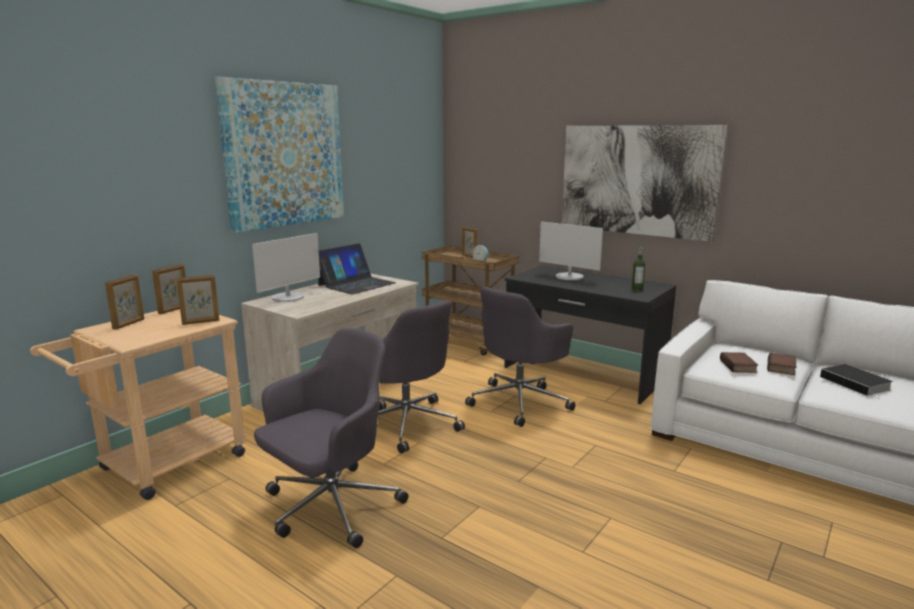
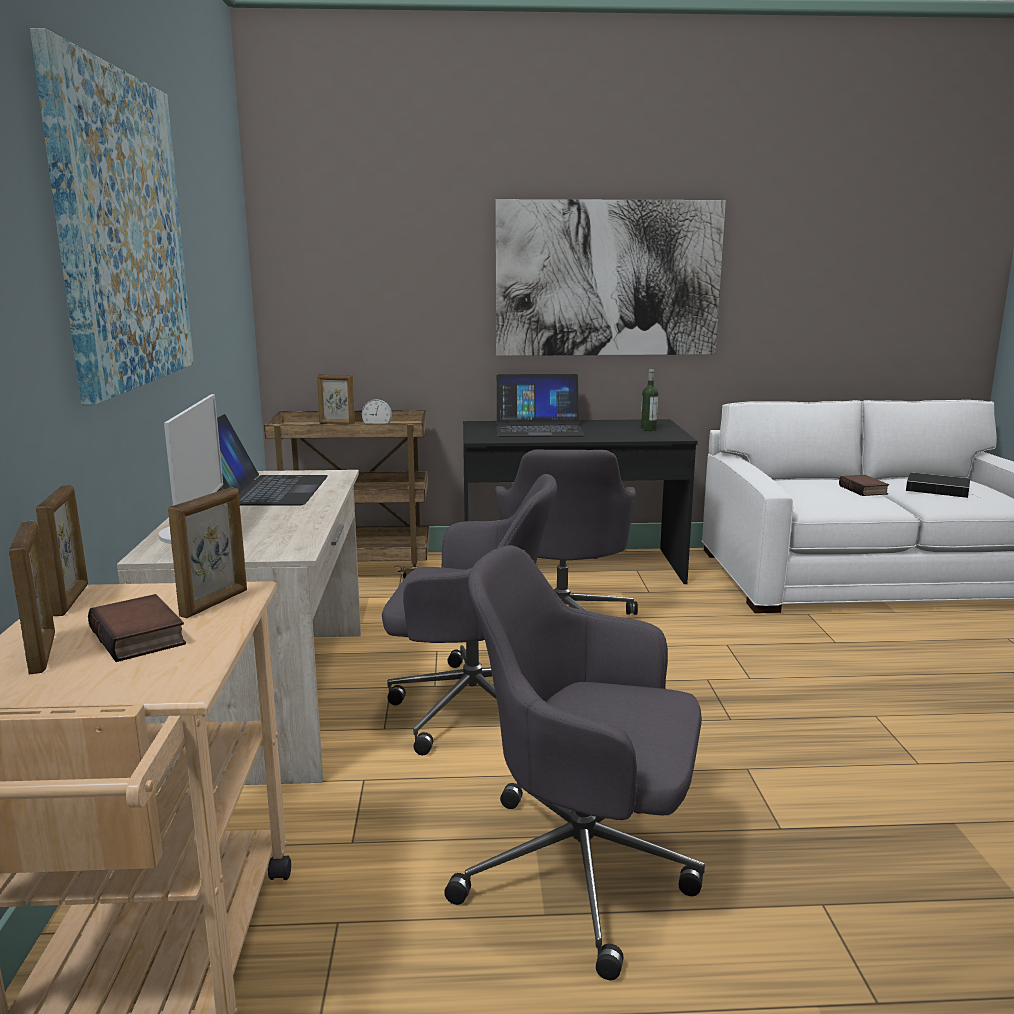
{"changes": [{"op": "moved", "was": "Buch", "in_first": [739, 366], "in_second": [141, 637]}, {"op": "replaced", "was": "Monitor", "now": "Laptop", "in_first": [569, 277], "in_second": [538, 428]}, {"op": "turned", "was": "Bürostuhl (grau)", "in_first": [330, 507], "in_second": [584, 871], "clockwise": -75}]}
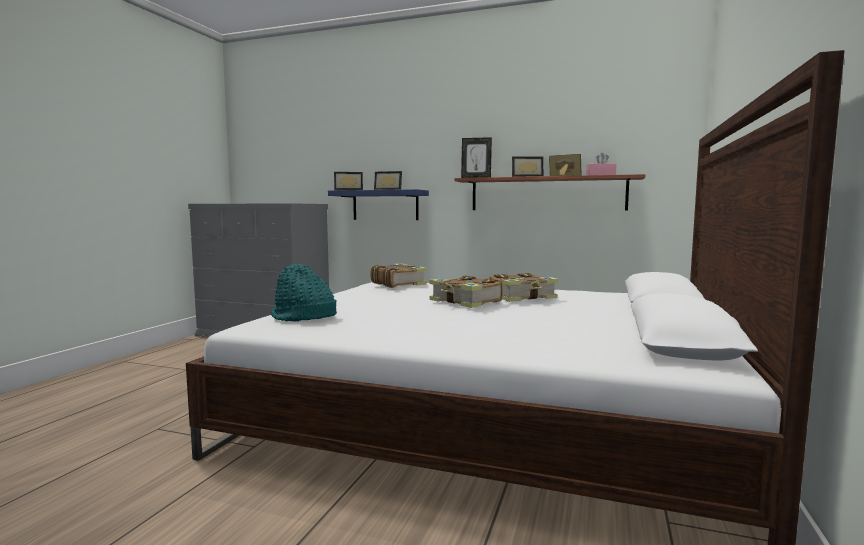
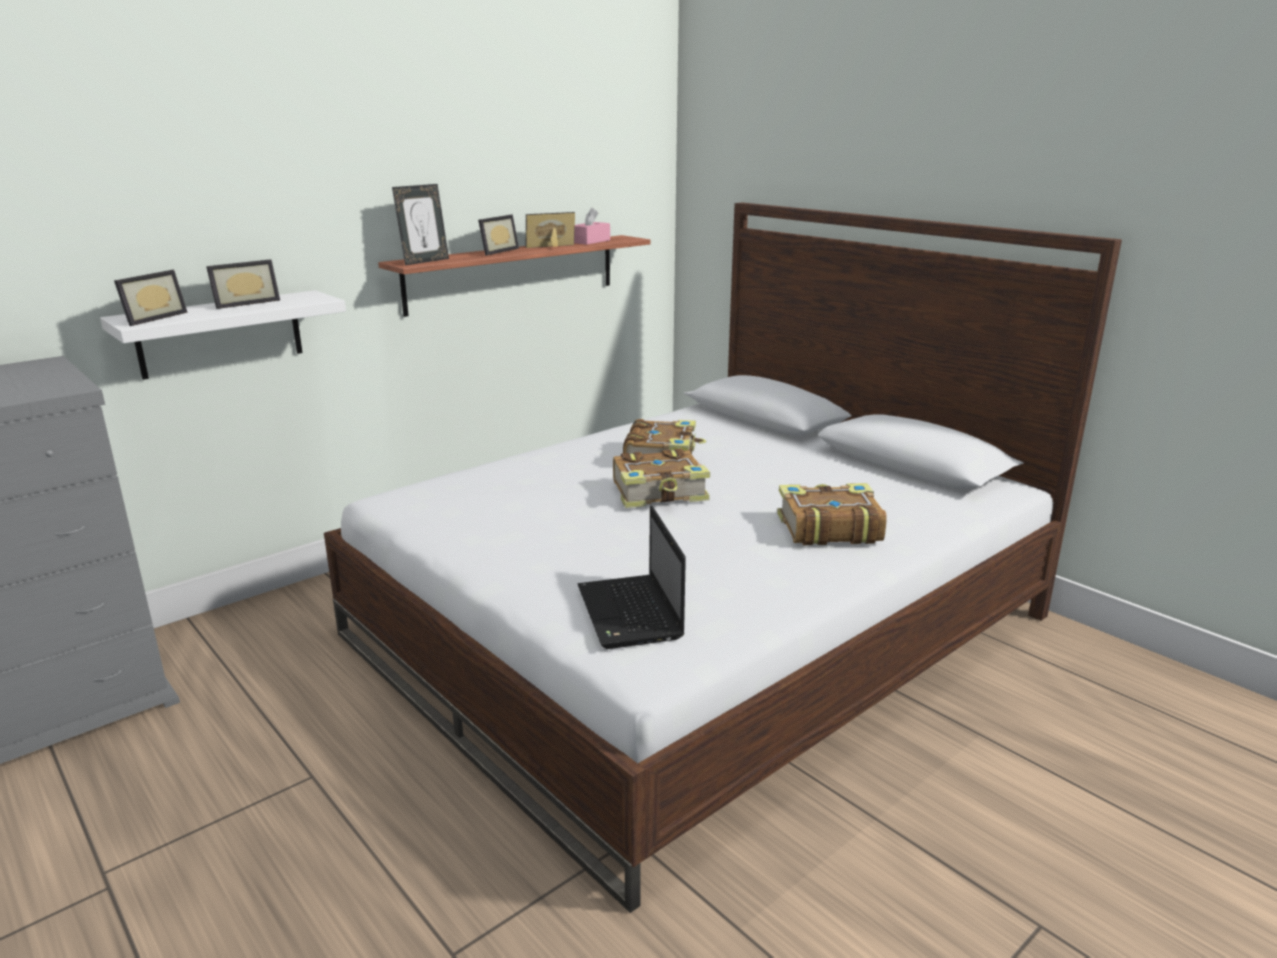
{"changes": [{"op": "moved", "was": "Buch", "in_first": [398, 283], "in_second": [827, 528]}, {"op": "replaced", "was": "Hut (türkis)", "now": "Laptop", "in_first": [303, 317], "in_second": [631, 614]}, {"op": "recoloured", "was": "Wandregal (blau)", "now": "Wandregal (weiß)", "in_first": [385, 205], "in_second": [220, 334]}]}
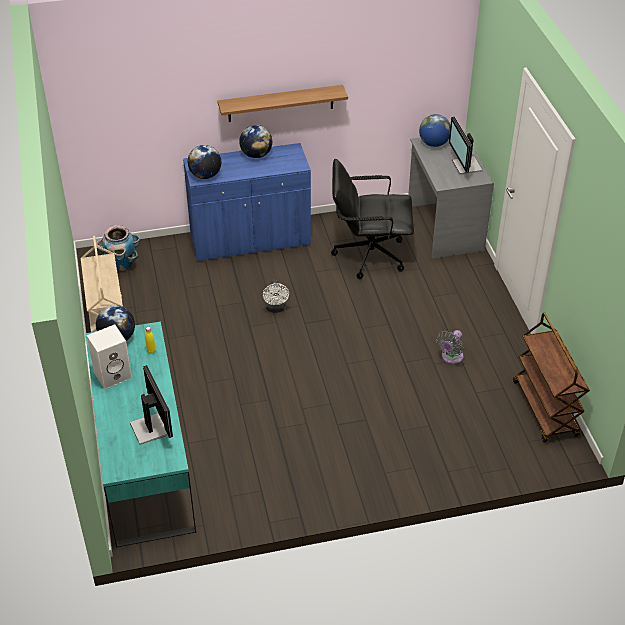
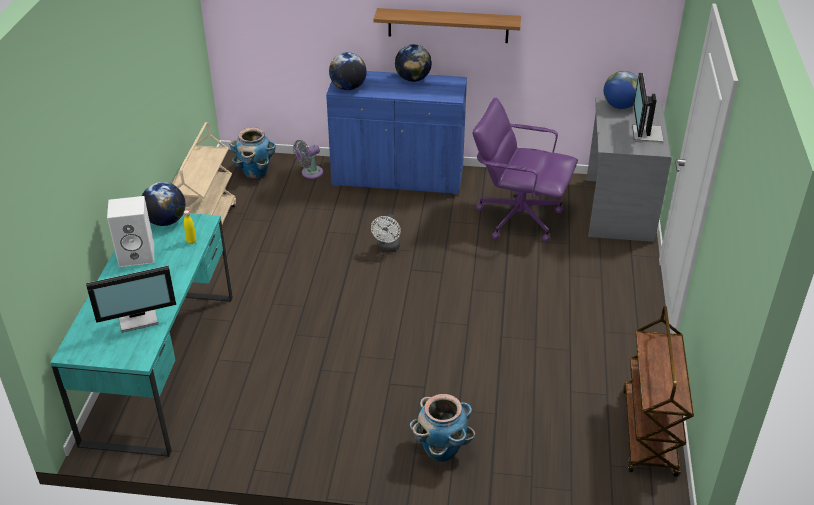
{"changes": [{"op": "added", "now": "Pflanzkübel", "in_second": [441, 450]}, {"op": "moved", "was": "Ventilator (grau)", "in_first": [451, 357], "in_second": [310, 173]}, {"op": "recoloured", "was": "Bürostuhl (schwarz)", "now": "Bürostuhl (lila)", "in_first": [369, 254], "in_second": [518, 217]}, {"op": "turned", "was": "Monitor", "in_first": [150, 428], "in_second": [138, 318], "clockwise": 75}]}
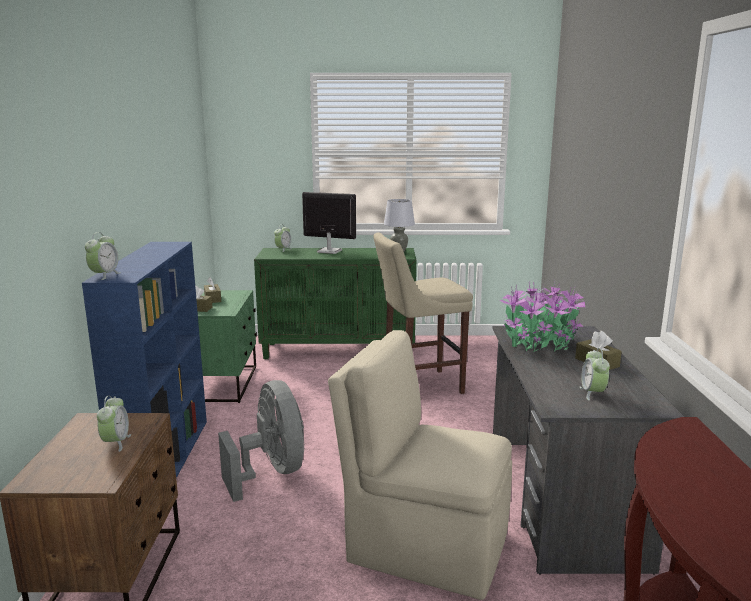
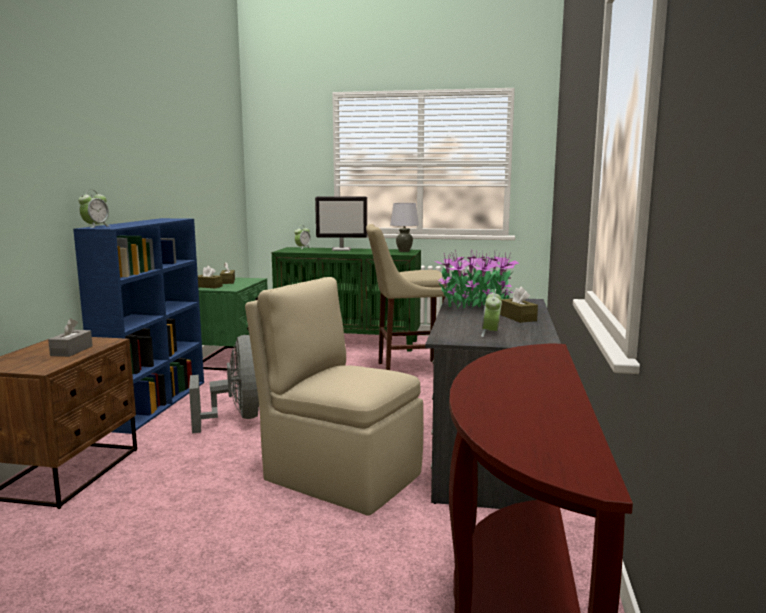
{"changes": [{"op": "replaced", "was": "Wecker", "now": "Taschentuchbox (grau)", "in_first": [116, 443], "in_second": [71, 351]}, {"op": "turned", "was": "Monitor", "in_first": [329, 251], "in_second": [341, 249], "clockwise": 150}]}
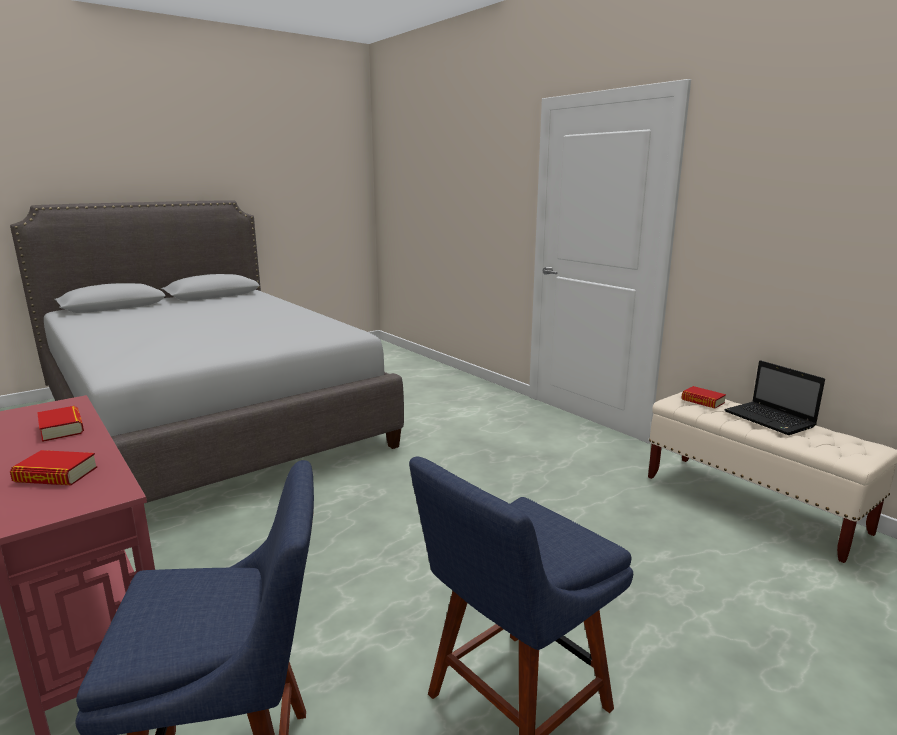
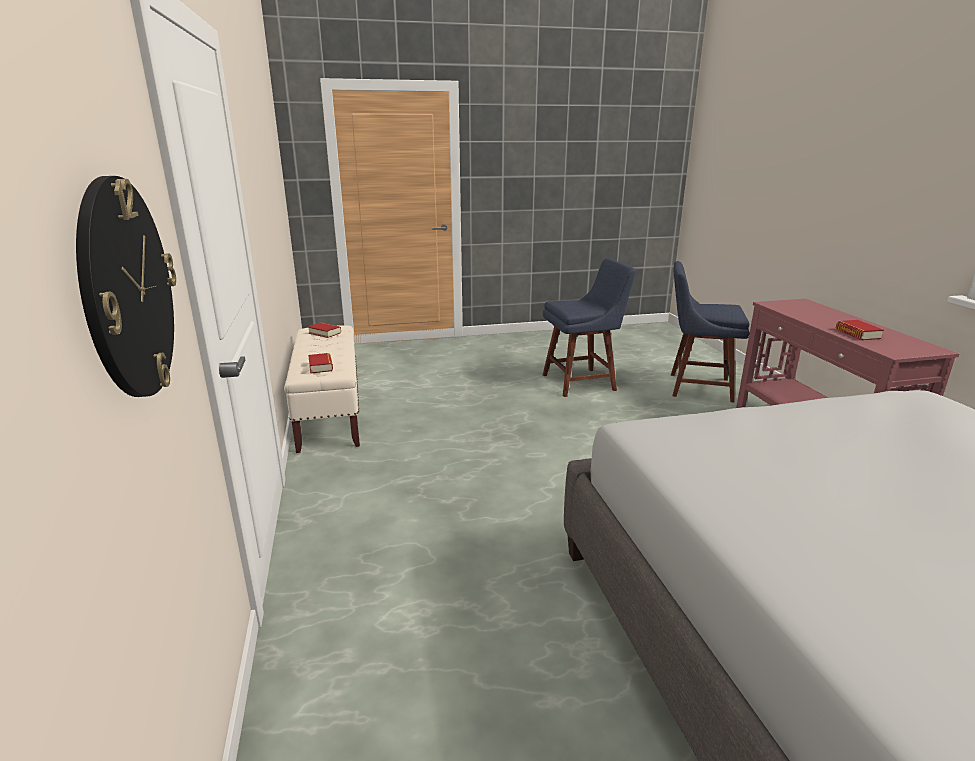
{"changes": [{"op": "removed", "was": "Laptop", "in_first": [771, 420]}, {"op": "added", "now": "Wanduhr", "in_second": [128, 289]}, {"op": "moved", "was": "Buch", "in_first": [56, 475], "in_second": [325, 333]}]}
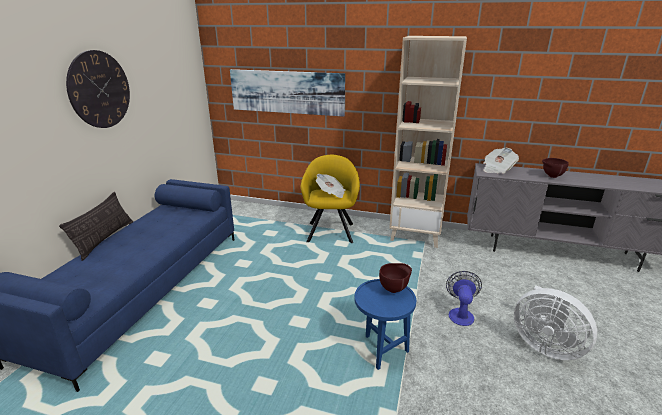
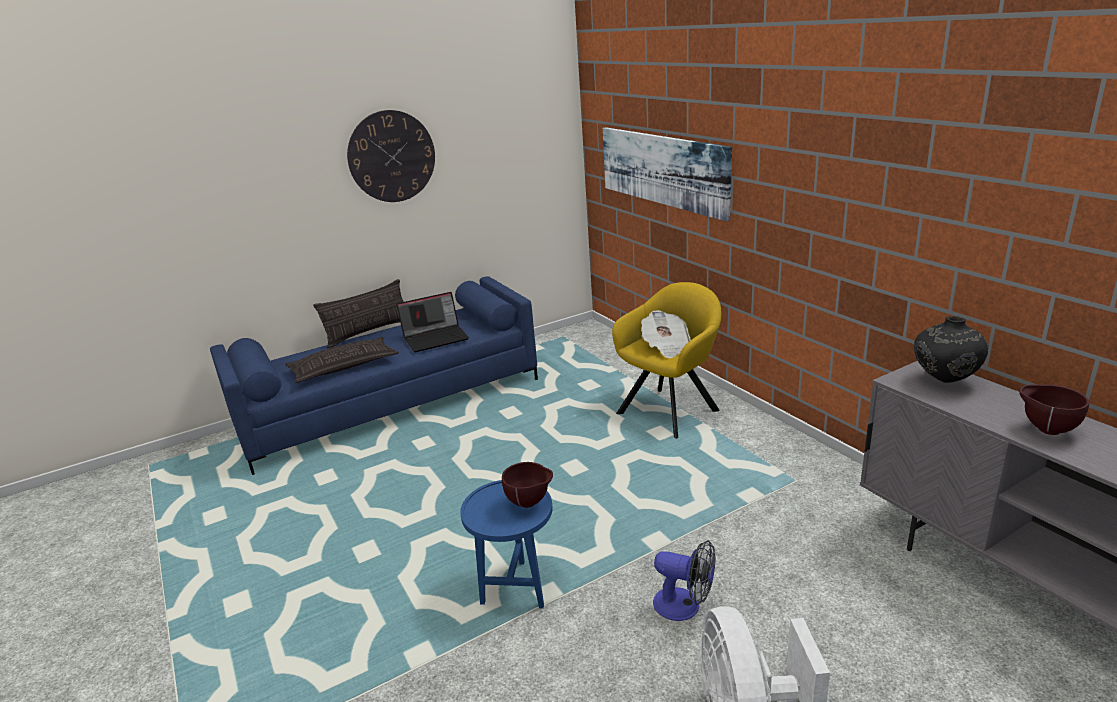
{"changes": [{"op": "removed", "was": "Bücherregal (beige)", "in_first": [415, 235]}, {"op": "added", "now": "Kissen", "in_second": [343, 366]}, {"op": "added", "now": "Laptop", "in_second": [436, 338]}, {"op": "replaced", "was": "Zeitung", "now": "Vase (schwarz)", "in_first": [497, 169], "in_second": [944, 381]}, {"op": "turned", "was": "Ventilator", "in_first": [460, 313], "in_second": [685, 606], "clockwise": 60}]}
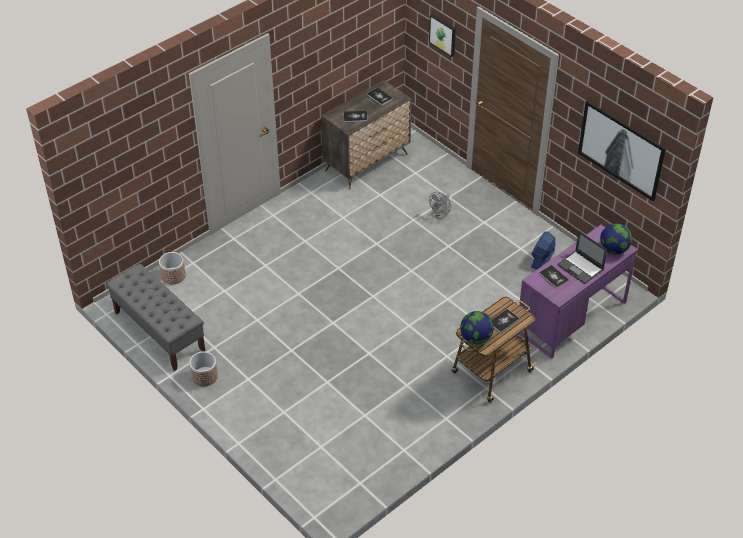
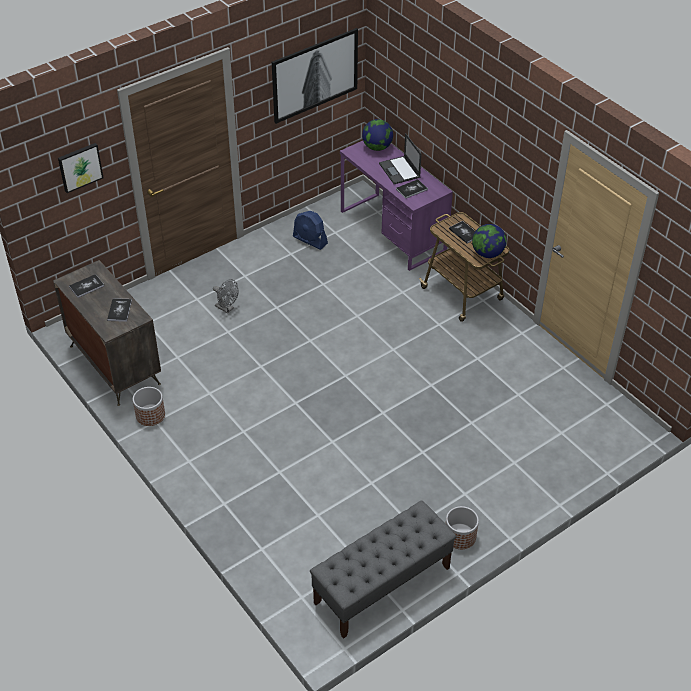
{"changes": [{"op": "moved", "was": "Pflanzkübel", "in_first": [173, 275], "in_second": [150, 415]}, {"op": "turned", "was": "Laptop", "in_first": [581, 267], "in_second": [400, 171], "clockwise": 105}]}
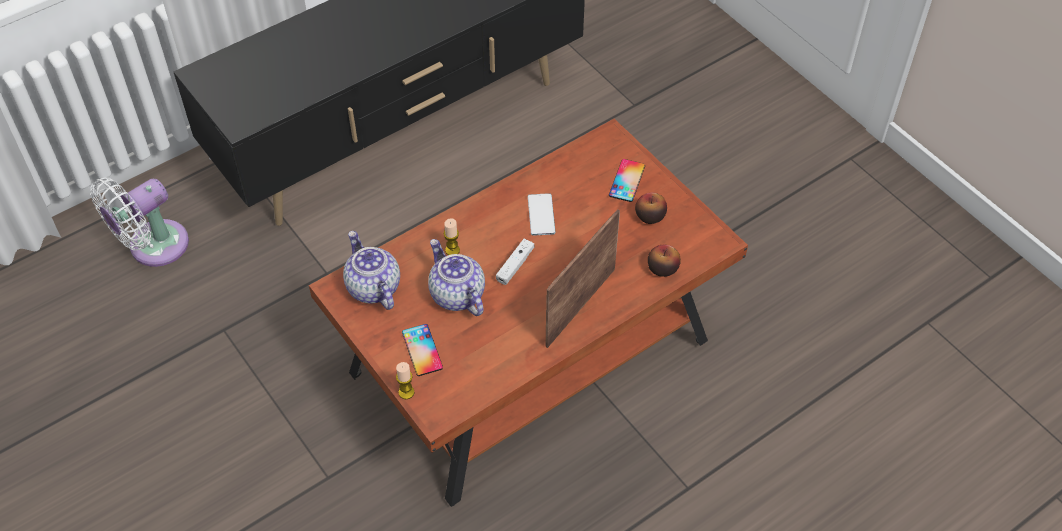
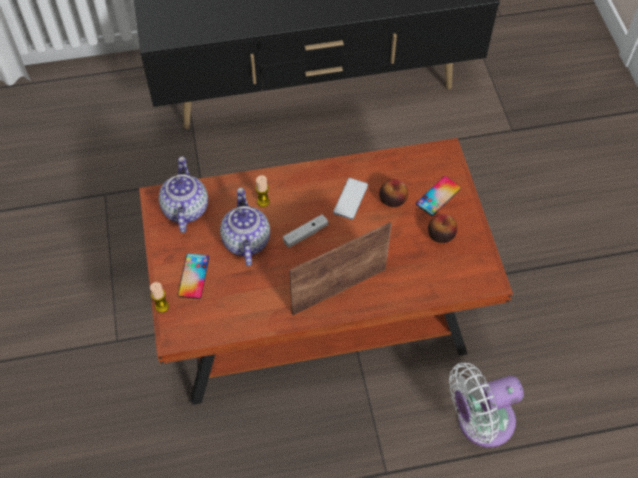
{"changes": [{"op": "moved", "was": "Ventilator (weiß)", "in_first": [153, 247], "in_second": [480, 422]}, {"op": "moved", "was": "Apfel", "in_first": [662, 268], "in_second": [392, 199]}]}
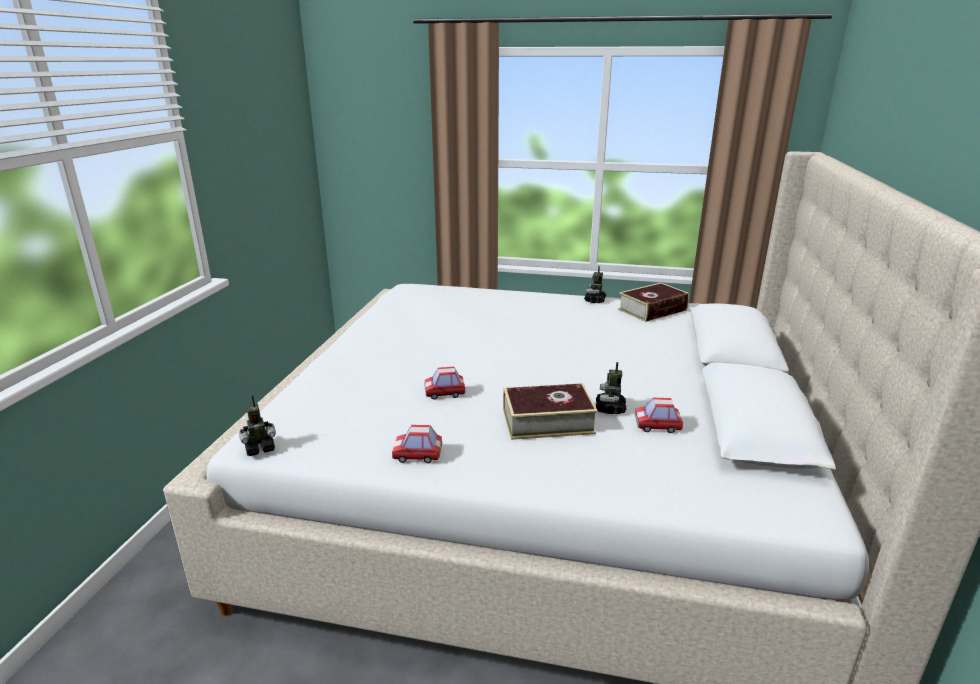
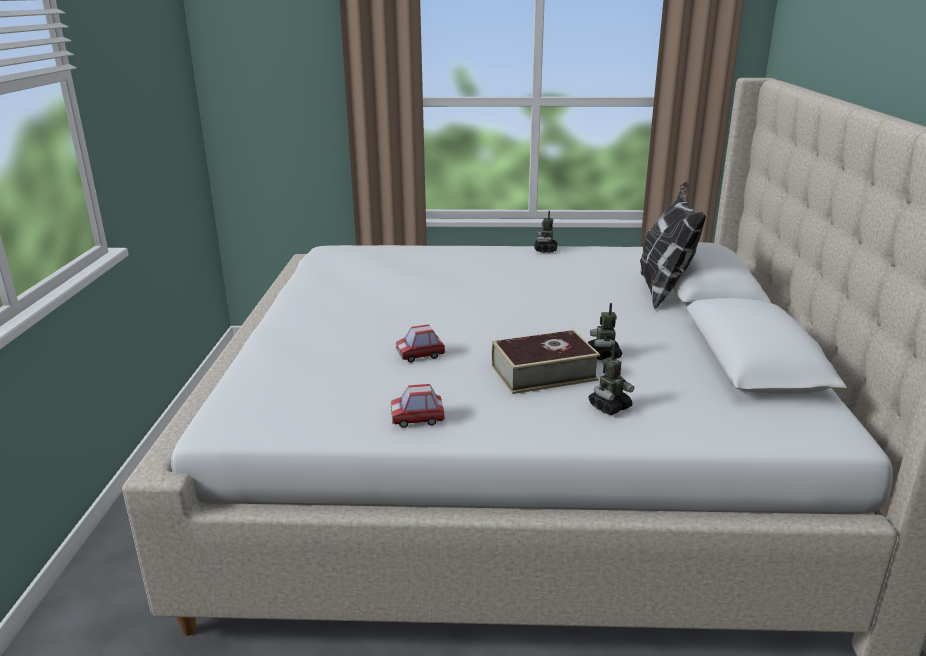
{"changes": [{"op": "removed", "was": "Buch", "in_first": [652, 310]}, {"op": "removed", "was": "Spielzeugauto", "in_first": [657, 426]}, {"op": "added", "now": "Kissen", "in_second": [664, 290]}, {"op": "moved", "was": "Spielzeugroboter", "in_first": [260, 448], "in_second": [609, 407]}]}
